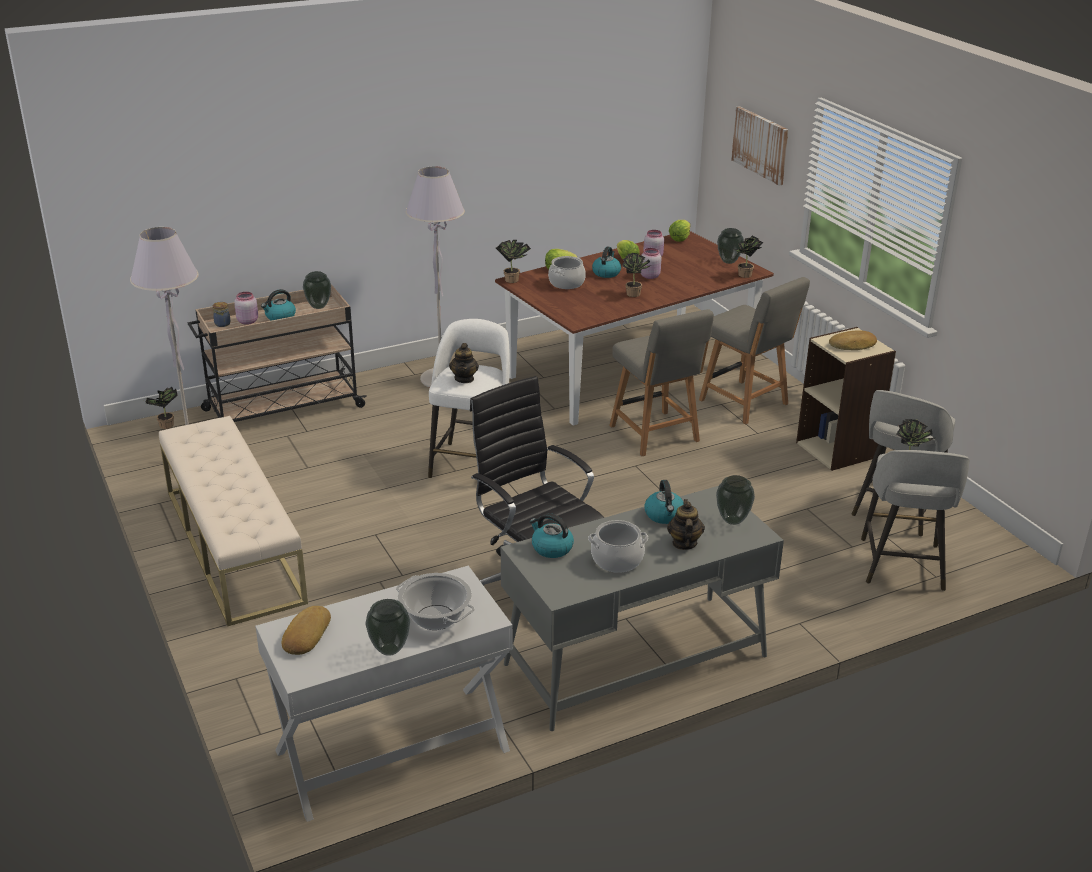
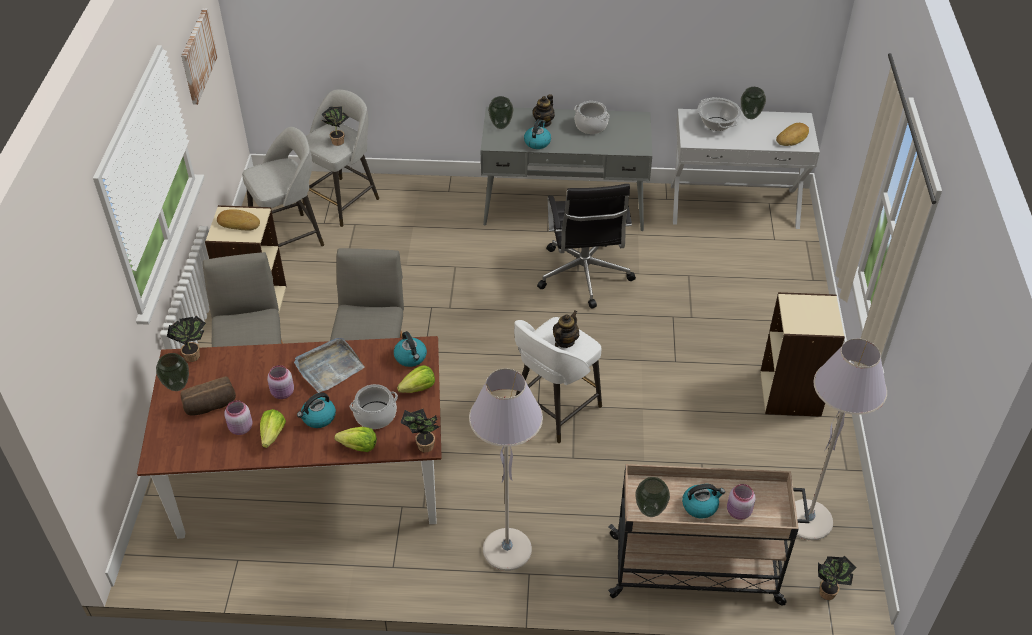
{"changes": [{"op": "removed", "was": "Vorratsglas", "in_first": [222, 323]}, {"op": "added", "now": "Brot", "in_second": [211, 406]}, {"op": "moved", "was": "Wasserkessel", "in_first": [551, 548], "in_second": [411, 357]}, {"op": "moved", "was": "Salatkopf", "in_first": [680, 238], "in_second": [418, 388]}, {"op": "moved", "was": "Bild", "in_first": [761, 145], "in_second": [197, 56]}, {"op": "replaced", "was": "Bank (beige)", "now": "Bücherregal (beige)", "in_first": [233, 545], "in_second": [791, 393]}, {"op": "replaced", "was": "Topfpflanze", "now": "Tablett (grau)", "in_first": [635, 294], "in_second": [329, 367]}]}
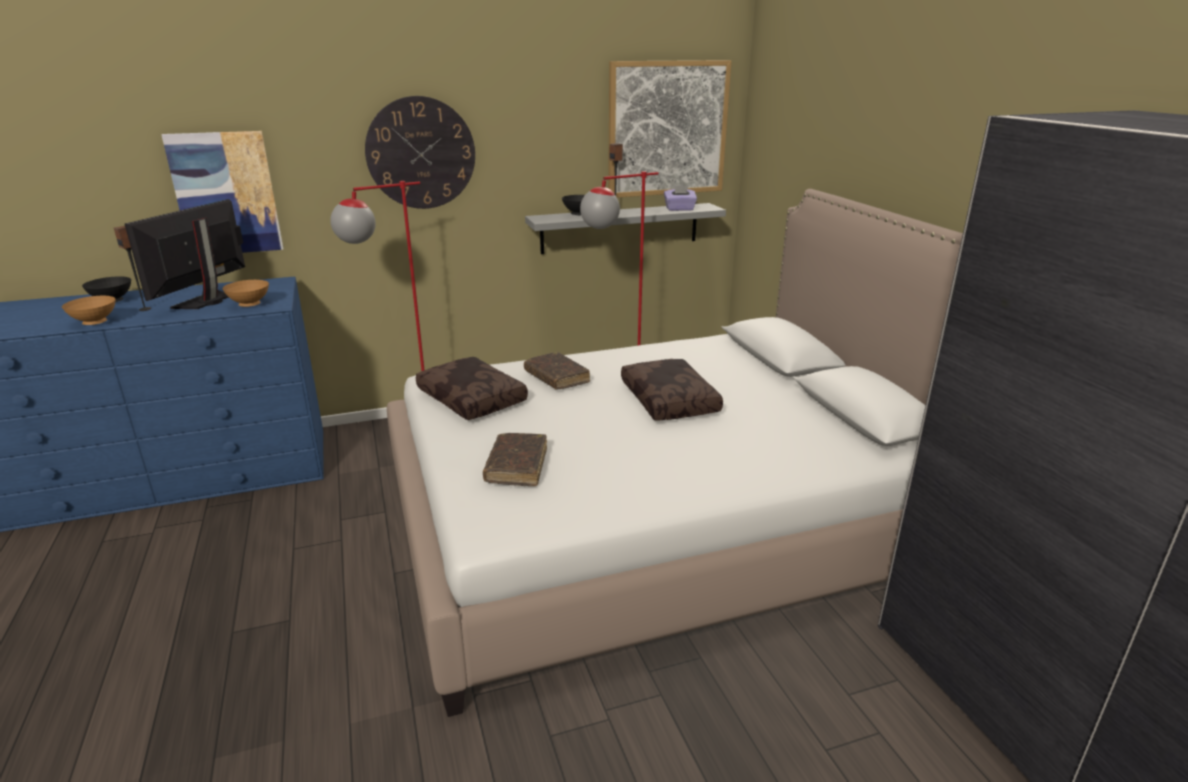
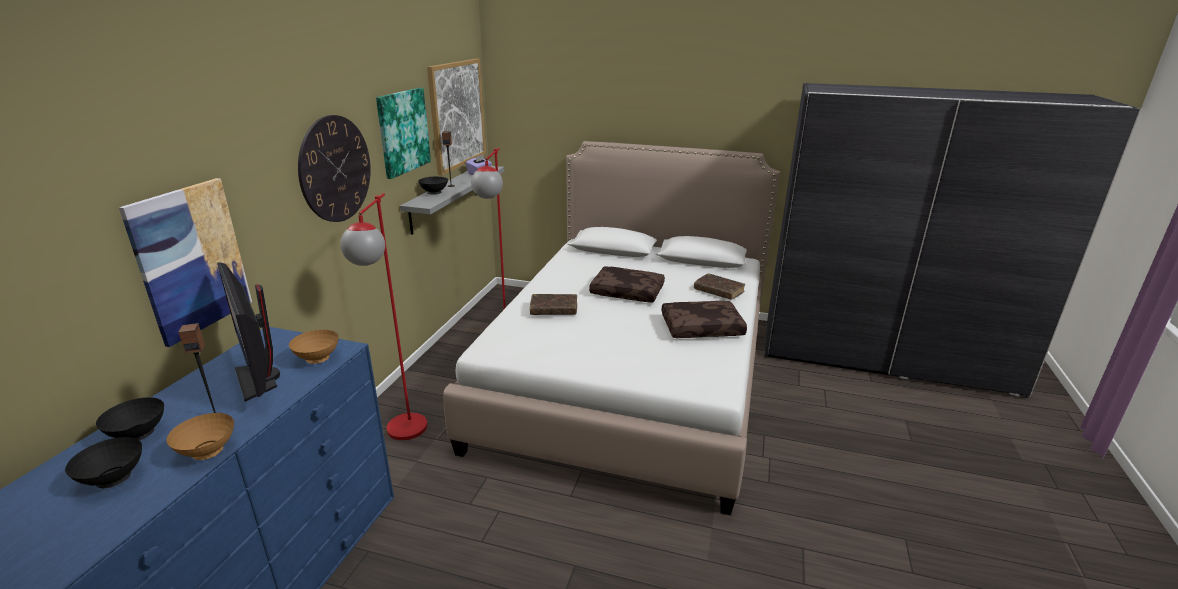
{"changes": [{"op": "added", "now": "Schüssel (schwarz)", "in_second": [112, 480]}, {"op": "added", "now": "Bild", "in_second": [402, 131]}, {"op": "moved", "was": "Kissen (braun)", "in_first": [473, 399], "in_second": [702, 327]}, {"op": "moved", "was": "Buch (braun)", "in_first": [516, 466], "in_second": [718, 291]}]}
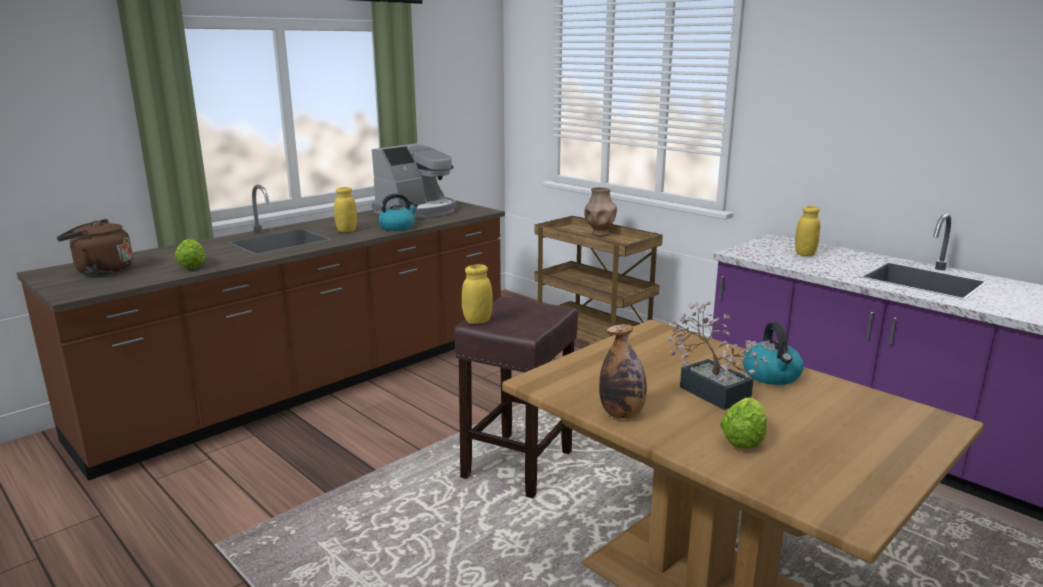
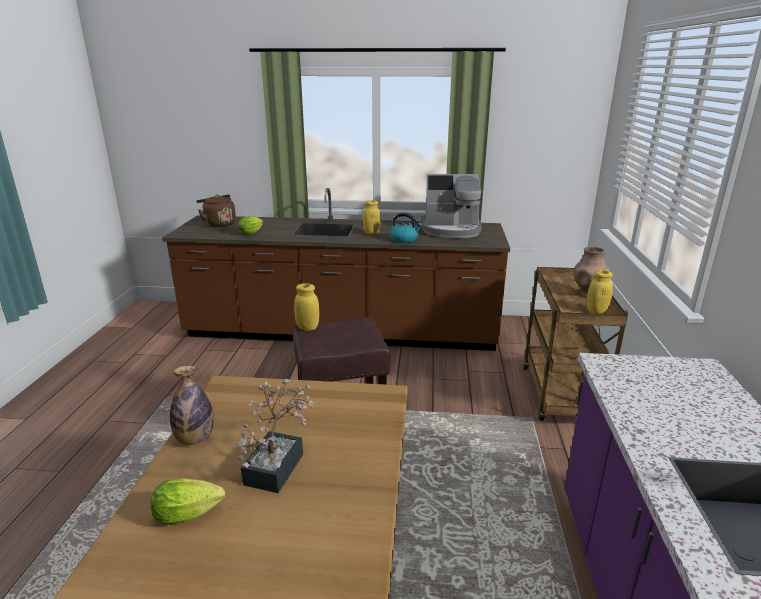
{"changes": [{"op": "removed", "was": "Wasserkessel", "in_first": [772, 376]}, {"op": "moved", "was": "Vorratsglas (gelb)", "in_first": [805, 254], "in_second": [596, 311]}]}
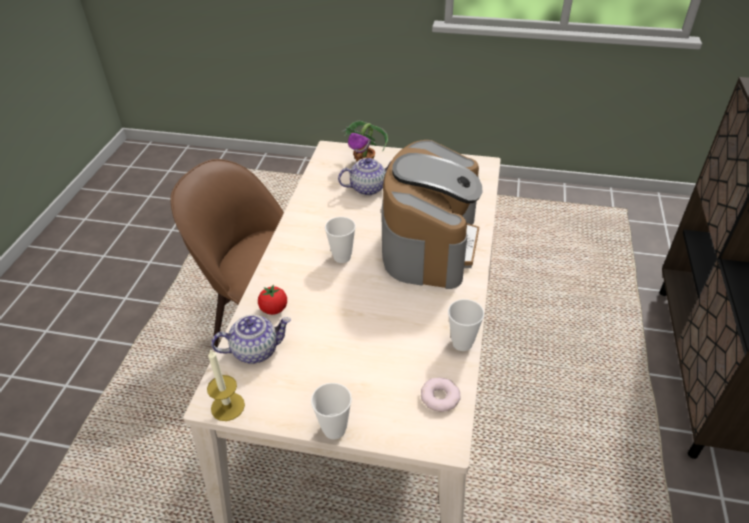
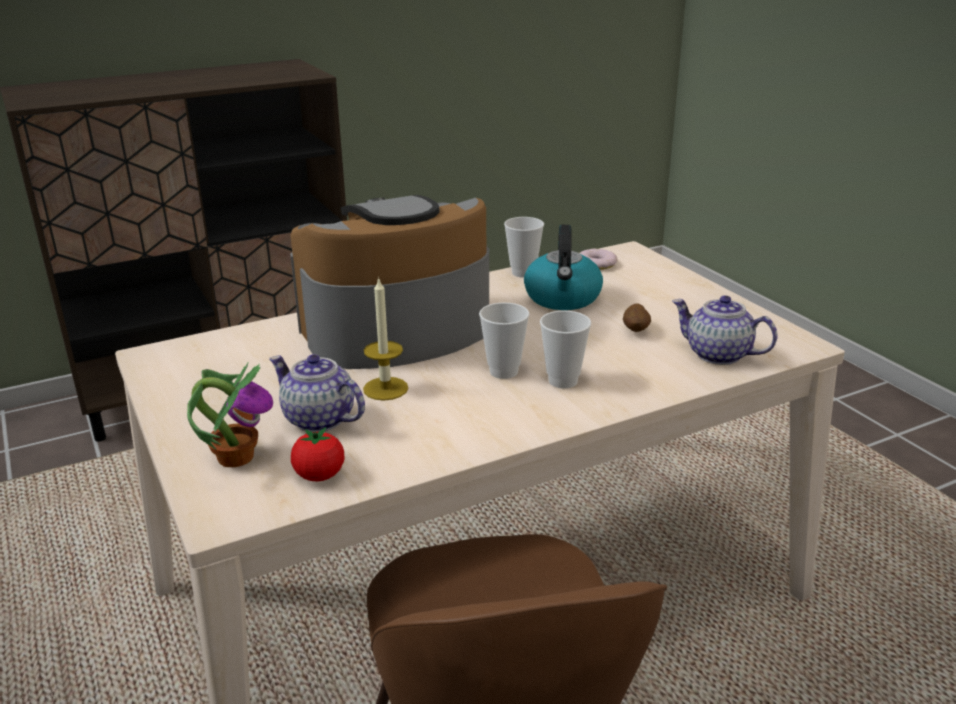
{"changes": [{"op": "added", "now": "Wasserkessel", "in_second": [563, 298]}, {"op": "added", "now": "Kartoffel", "in_second": [635, 330]}, {"op": "moved", "was": "Kerze", "in_first": [227, 406], "in_second": [385, 388]}, {"op": "moved", "was": "Tomate", "in_first": [274, 309], "in_second": [319, 476]}, {"op": "moved", "was": "Tasse", "in_first": [334, 429], "in_second": [563, 381]}]}
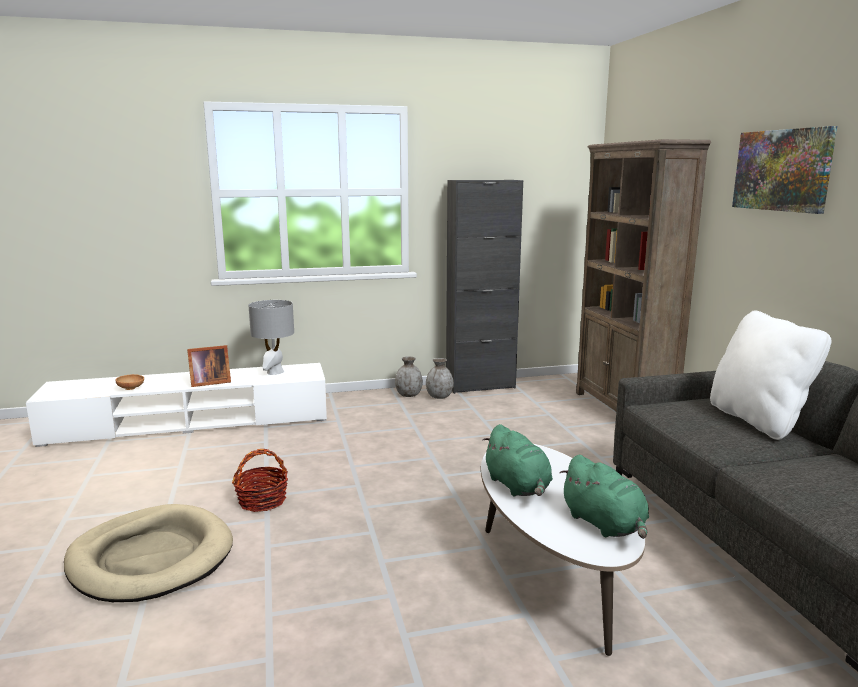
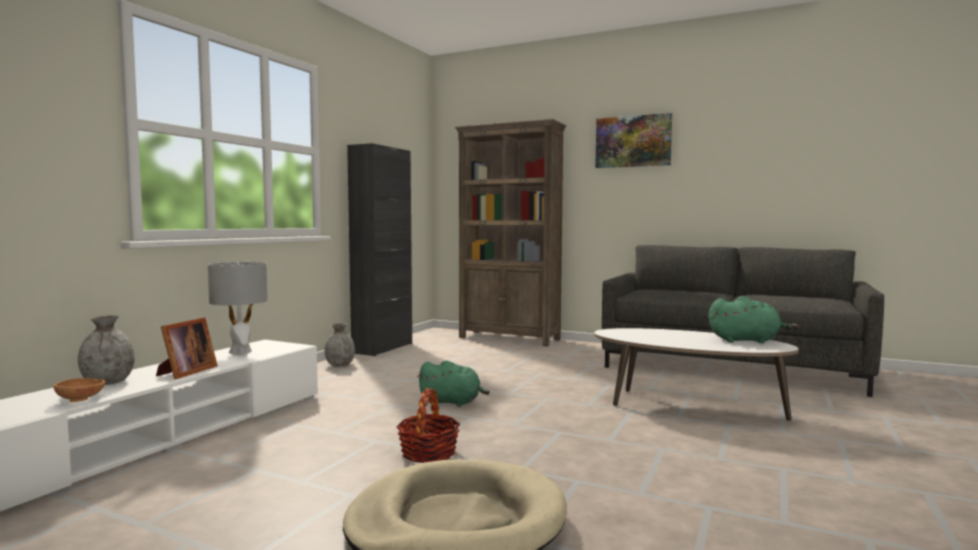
{"changes": [{"op": "removed", "was": "Kissen (weiß)", "in_first": [758, 420]}, {"op": "moved", "was": "Vase (grau)", "in_first": [439, 397], "in_second": [108, 382]}, {"op": "moved", "was": "Plüschtier (grün)", "in_first": [518, 487], "in_second": [452, 402]}]}
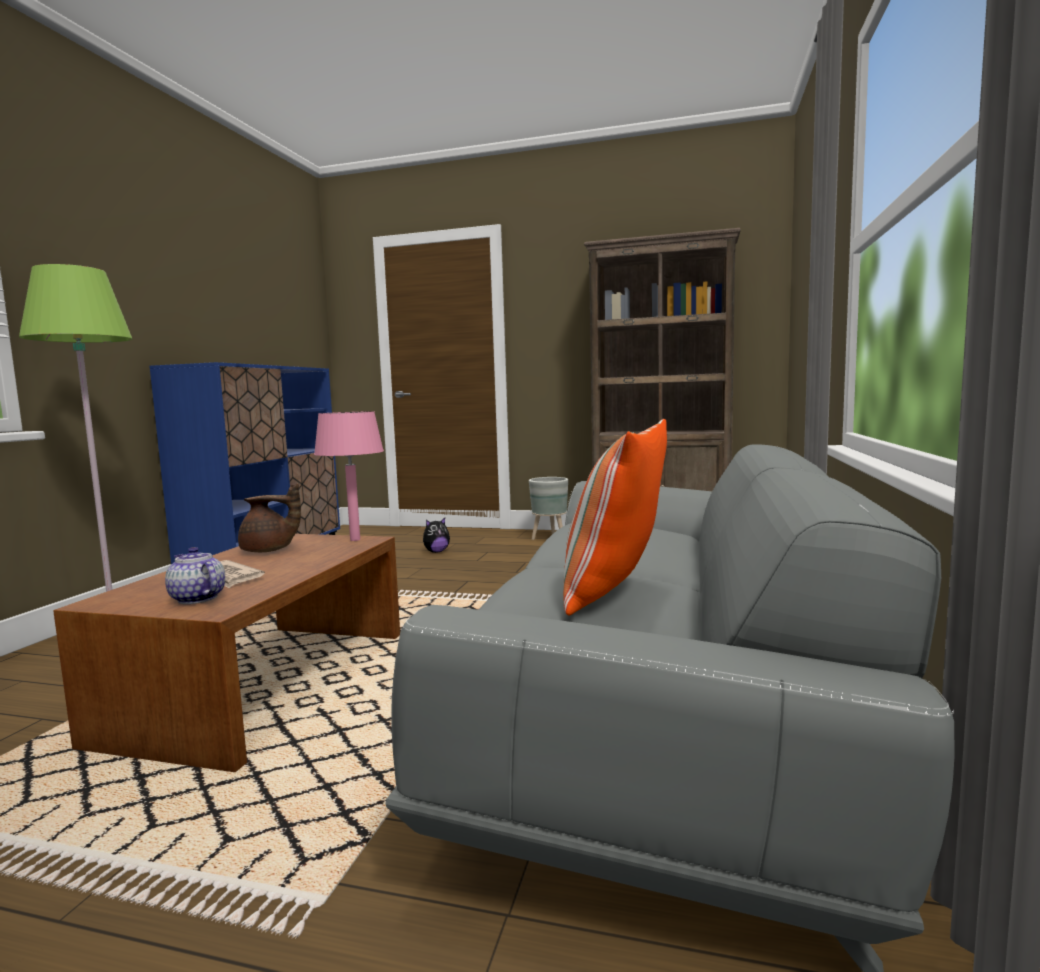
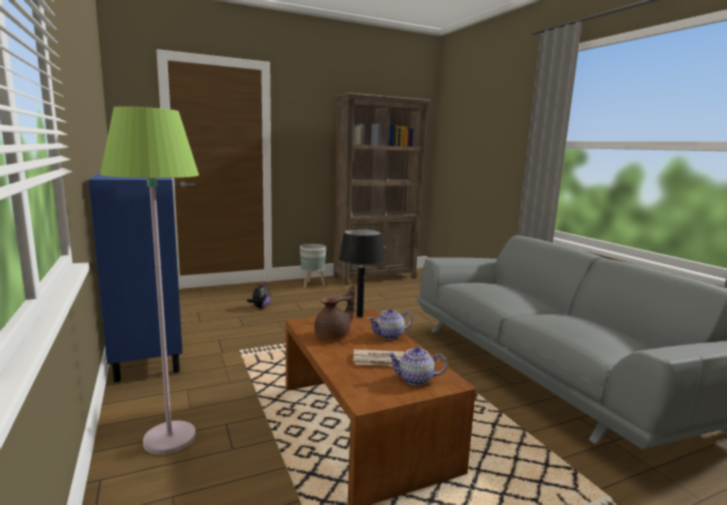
{"changes": [{"op": "removed", "was": "Kissen", "in_first": [614, 592]}, {"op": "added", "now": "Teekanne", "in_second": [389, 335]}, {"op": "recoloured", "was": "Tischlampe (rosa)", "now": "Tischlampe (schwarz)", "in_first": [354, 540], "in_second": [359, 316]}]}
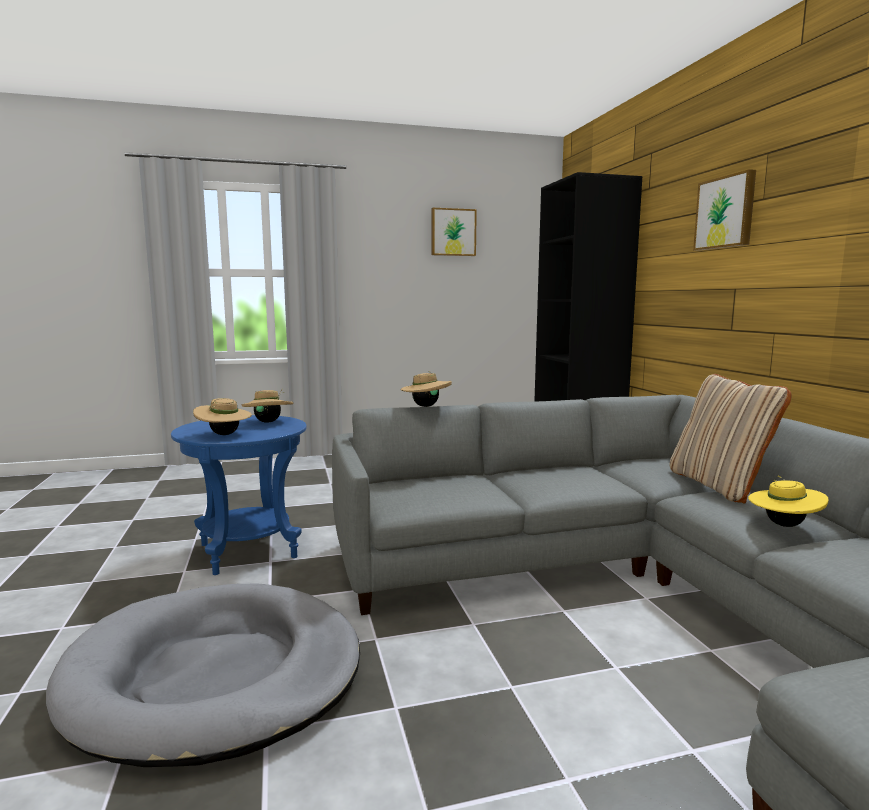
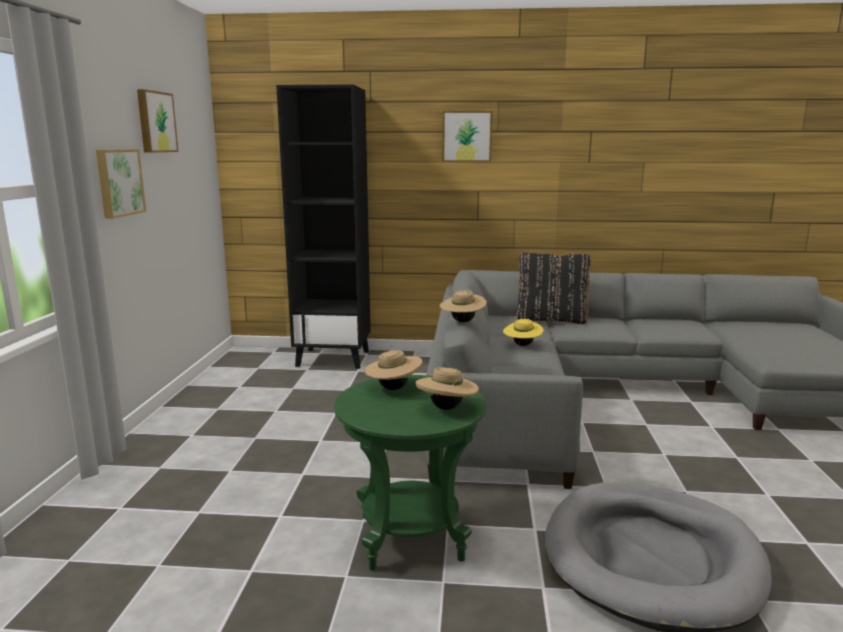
{"changes": [{"op": "added", "now": "Bild", "in_second": [118, 182]}, {"op": "moved", "was": "Hut (gelb)", "in_first": [784, 524], "in_second": [522, 345]}, {"op": "recoloured", "was": "Beistelltisch (blau)", "now": "Beistelltisch (grün)", "in_first": [248, 551], "in_second": [411, 537]}, {"op": "recoloured", "was": "Kissen (beige)", "now": "Kissen (schwarz)", "in_first": [719, 485], "in_second": [551, 320]}]}
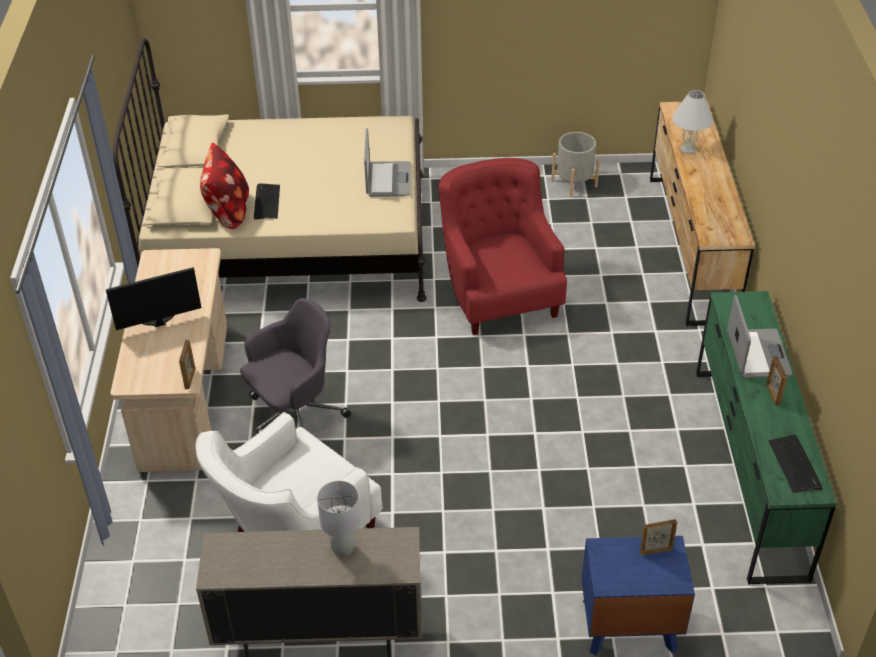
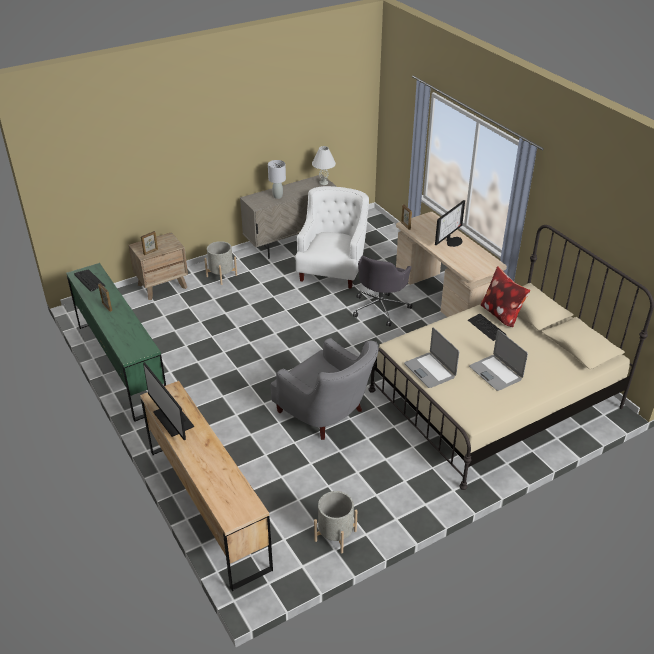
{"changes": [{"op": "added", "now": "Monitor", "in_second": [172, 419]}, {"op": "added", "now": "Pflanzkübel (grau)", "in_second": [221, 276]}, {"op": "moved", "was": "Tischlampe (weiß)", "in_first": [687, 149], "in_second": [324, 183]}, {"op": "moved", "was": "Laptop", "in_first": [757, 354], "in_second": [496, 373]}, {"op": "recoloured", "was": "Sessel (rot)", "now": "Sessel (grau)", "in_first": [499, 293], "in_second": [326, 413]}, {"op": "recoloured", "was": "Nachttisch (blau)", "now": "Nachttisch (braun)", "in_first": [628, 625], "in_second": [162, 286]}]}
